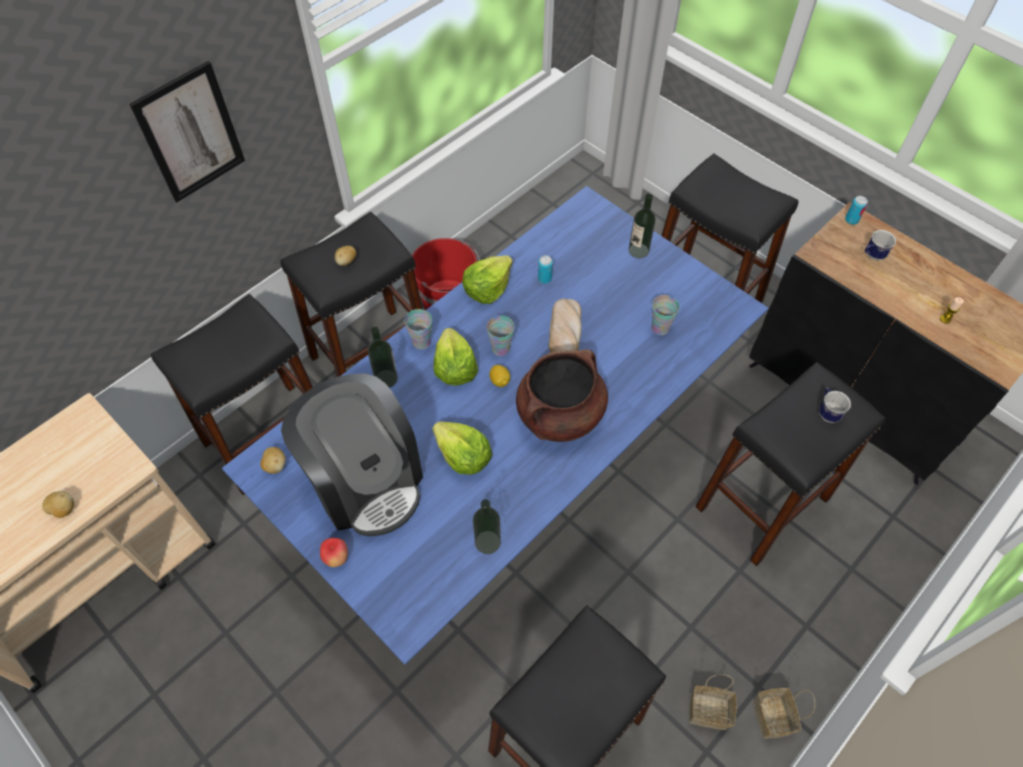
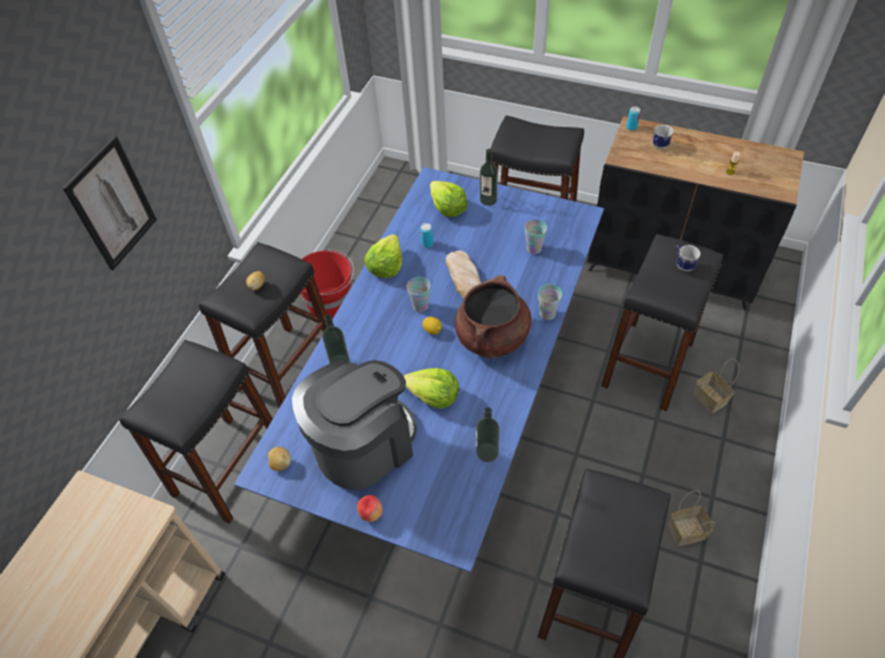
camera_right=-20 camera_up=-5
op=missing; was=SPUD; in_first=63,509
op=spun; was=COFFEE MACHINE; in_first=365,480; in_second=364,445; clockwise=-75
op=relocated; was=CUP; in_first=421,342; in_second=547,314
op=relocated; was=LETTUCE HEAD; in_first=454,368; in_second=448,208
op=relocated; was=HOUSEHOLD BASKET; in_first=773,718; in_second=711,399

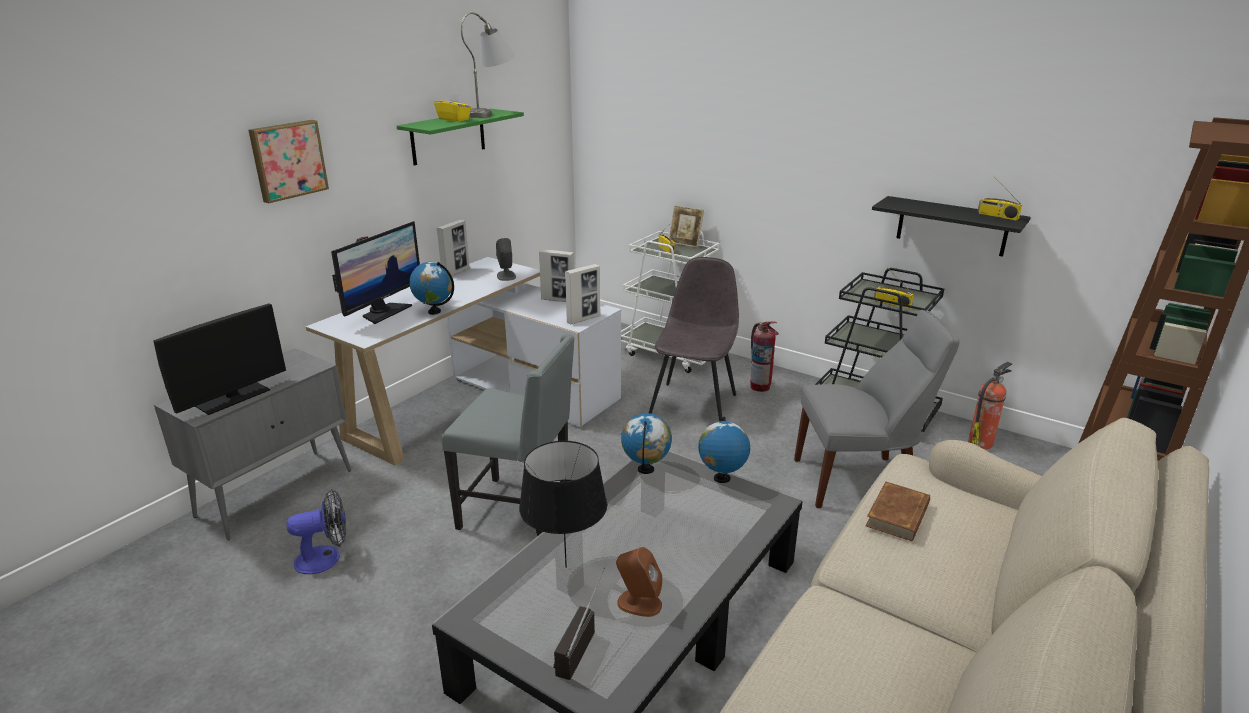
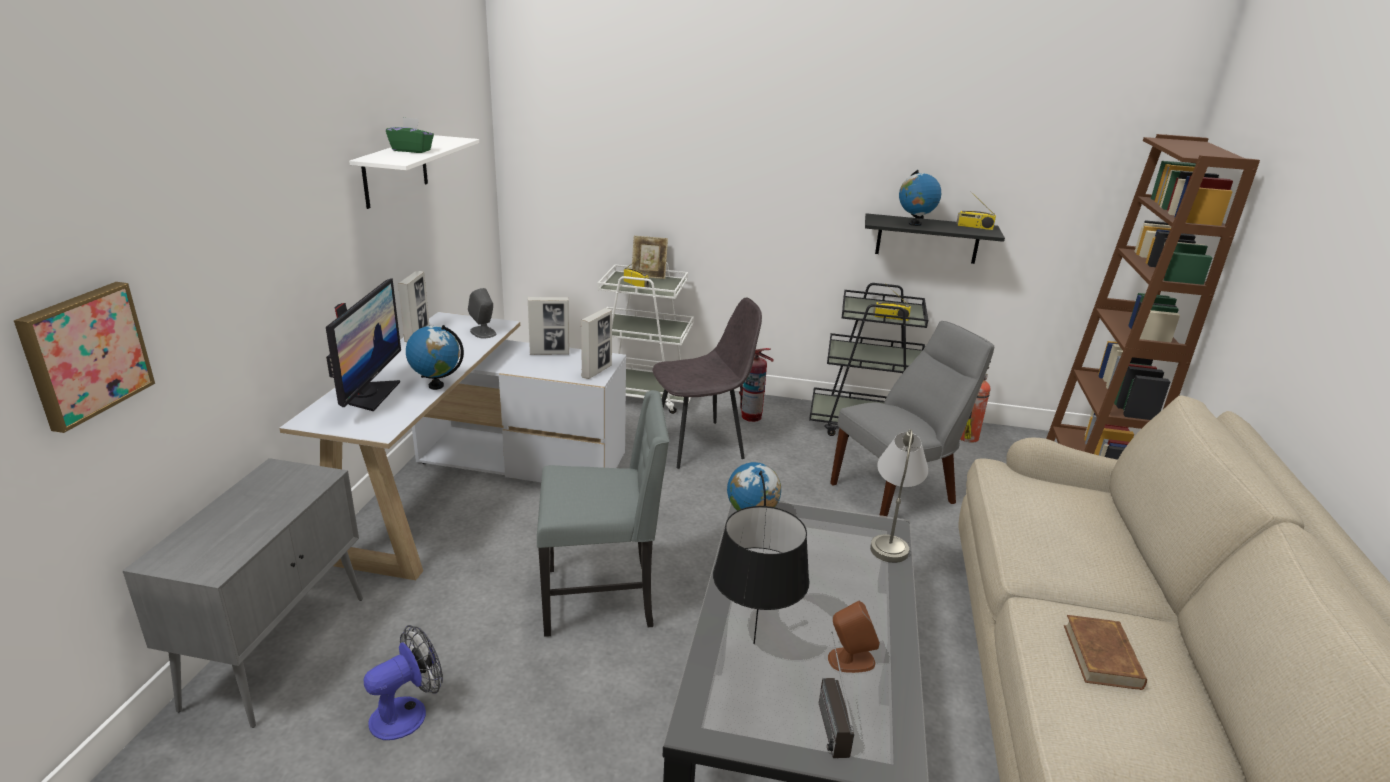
camera_right=-25 camera_up=0
op=missing; was=MONITOR; in_first=233,398
op=relocated; was=PICTURE; in_first=288,160; in_second=84,354
op=colour; was=GREEN-COLOURED SHELF; now=WHITE-COLOURED SHELF; in_first=448,136; in_second=395,171
op=colour; was=YELLOW-COLOURED BOX OF TISSUES; now=GREEN-COLOURED BOX OF TISSUES; in_first=454,119; in_second=412,150
op=relocated; was=GRAY LAMP FOR A TABLE; in_first=492,113; in_second=891,536
op=spun; was=GRAY CHAIR; in_first=694,403; in_second=700,444; clockwise=75
op=relocated; was=DESK GLOBE; in_first=721,478; in_second=914,224
op=relocated; was=BROWN-COLOURED VOLUME; in_first=898,515; in_second=1102,656

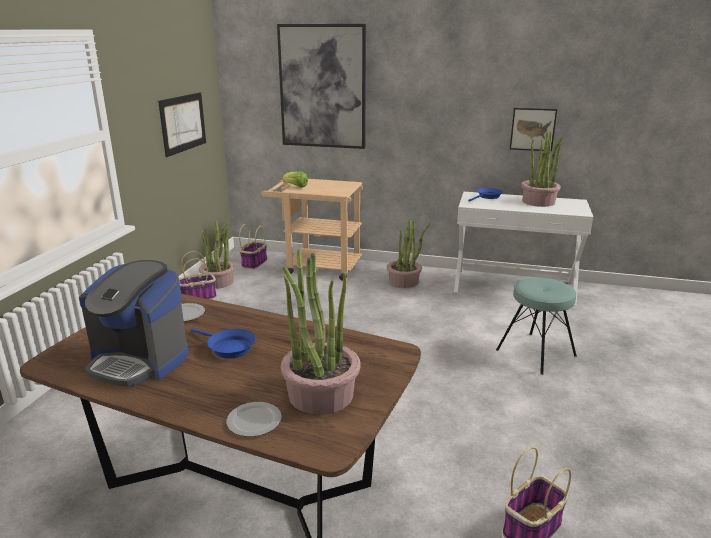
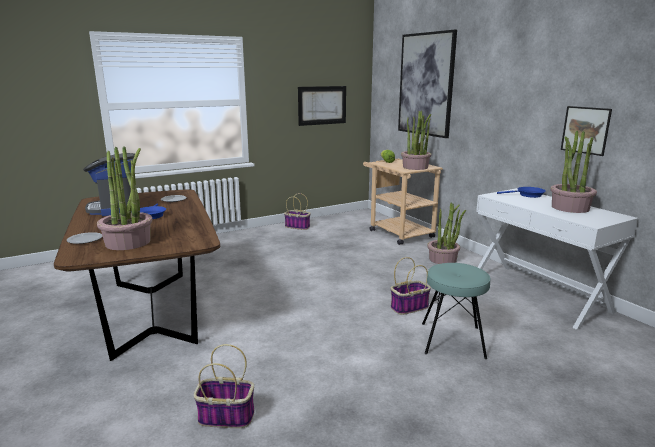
camera_right=45 camera_up=-5
op=relocated; was=POTTED PLANT; in_first=218,282; in_second=415,167
op=relocated; was=HOUSEHOLD BASKET; in_first=254,263; in_second=409,307

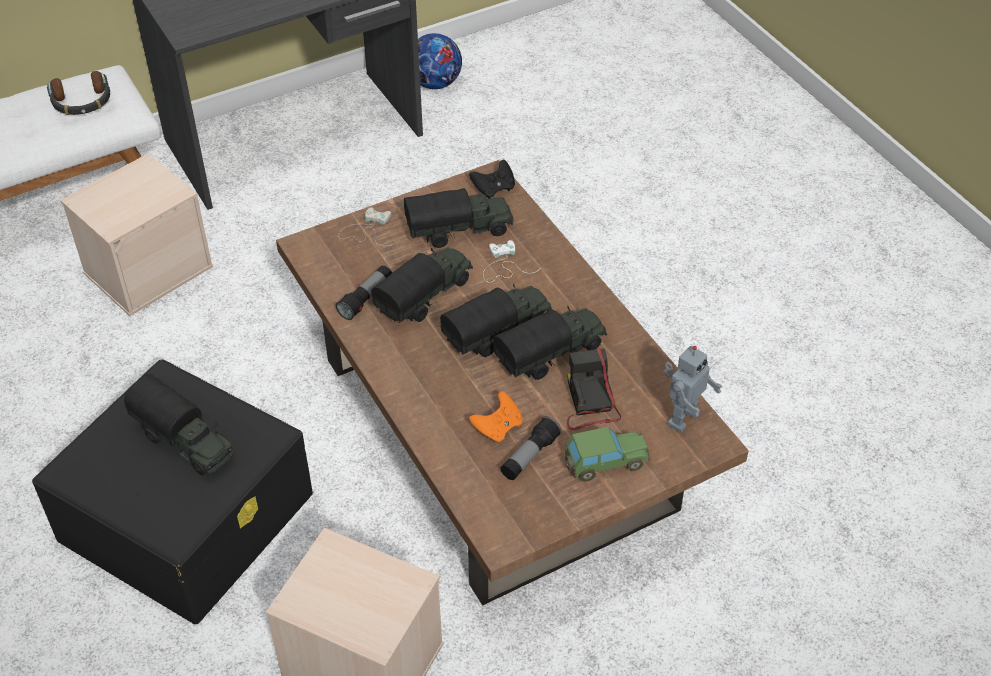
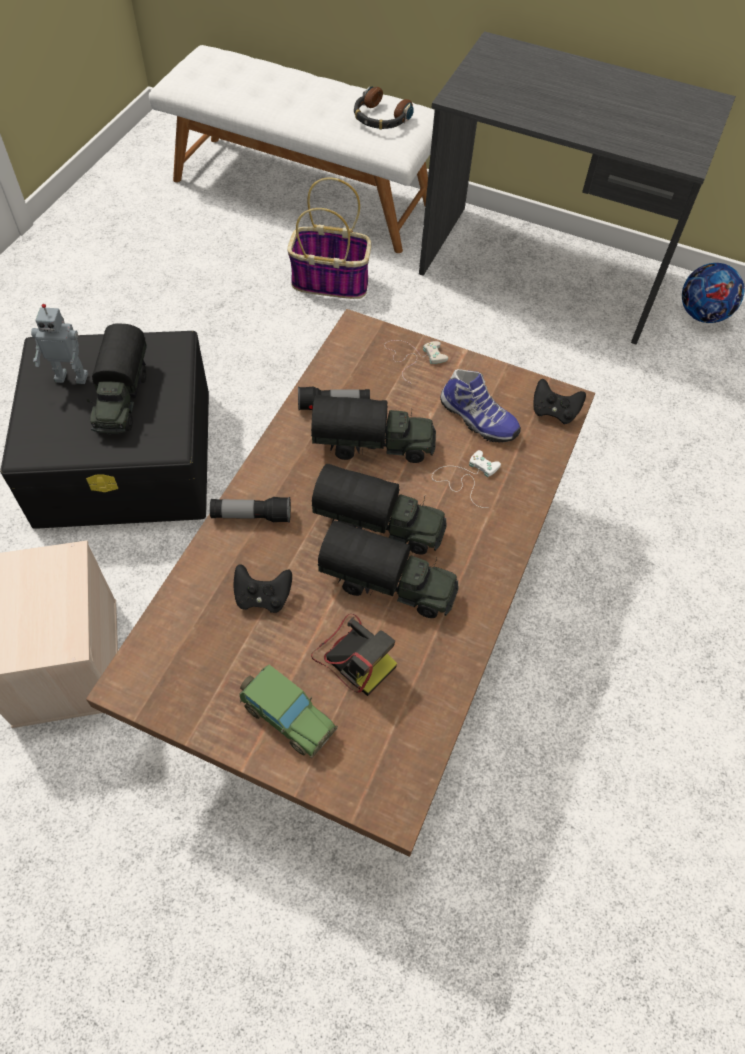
camera_right=50 camera_up=10
op=exchanged; was=SAND-COLOURED STORAGE BIN; now=HOUSEHOLD BASKET; in_first=148,268; in_second=331,281
op=exchanged; was=TOY LORRY; now=LOW SHOE; in_first=460,231; in_second=476,420
op=colour; was=ORANGE JOYPAD; now=BLACK-COLOURED JOYPAD; in_first=498,427; in_second=263,597
op=relocated; was=TORCH; in_first=529,456; in_second=251,516
op=spun; was=PHOTO CAMERA; in_first=590,403; in_second=353,656; clockwise=90
op=relocated; was=ROBOT FIGURE; in_first=681,418; in_second=72,376

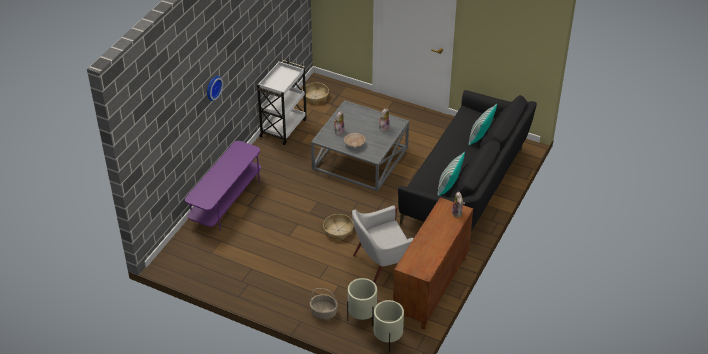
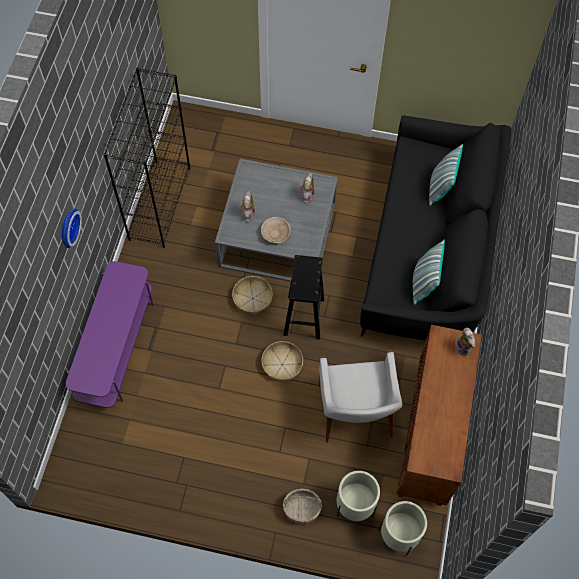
camera_right=-15 camera_up=20
op=exchanged; was=WHITE-COLOURED CART; now=BLACK-COLOURED BOOKCASE; in_first=283,127; in_second=159,203
op=relocated; was=HOUSEHOLD BASKET; in_first=315,96; in_second=252,298
op=spun; was=WHITE-COLOURED EASY CHAIR; in_first=380,266; in_second=355,413; clockwise=-60
op=appeared; now=BLACK-COLOURED STOOL SEAT; in_second=304,317

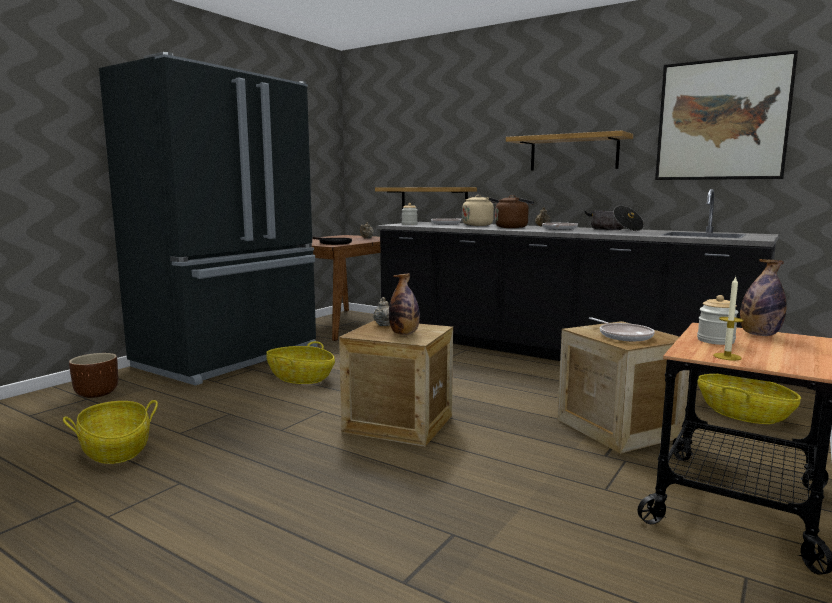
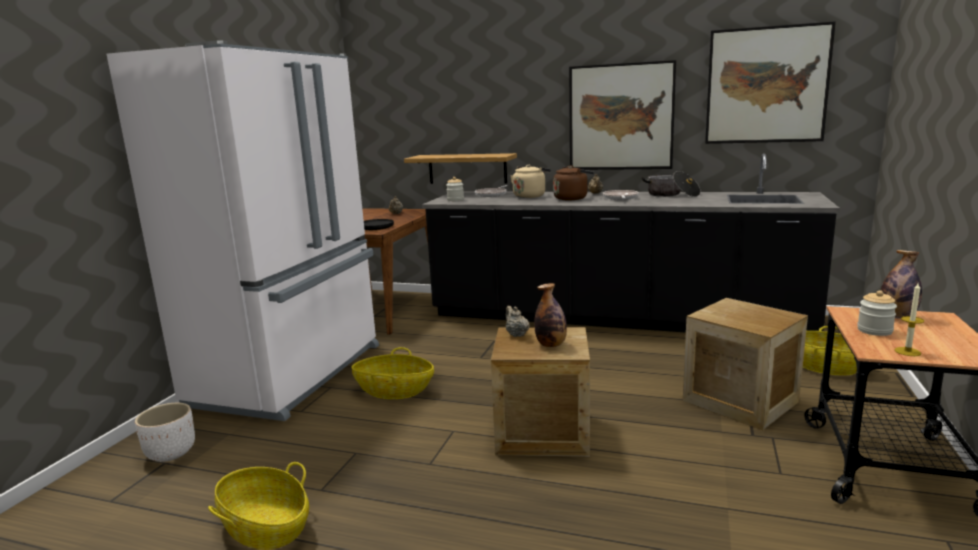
camera_right=-15 camera_up=5
op=colour; was=BROWN-COLOURED FLOWER POT; now=WHITE-COLOURED FLOWER POT; in_first=96,394; in_second=170,453
op=colour; was=BLACK-COLOURED REFRIGERATOR; now=WHITE-COLOURED REFRIGERATOR; in_first=232,357; in_second=292,374
op=exchanged; was=SHELF; now=PICTURE; in_first=573,153; in_second=621,117
op=missing; was=FRYING PAN; in_first=623,335

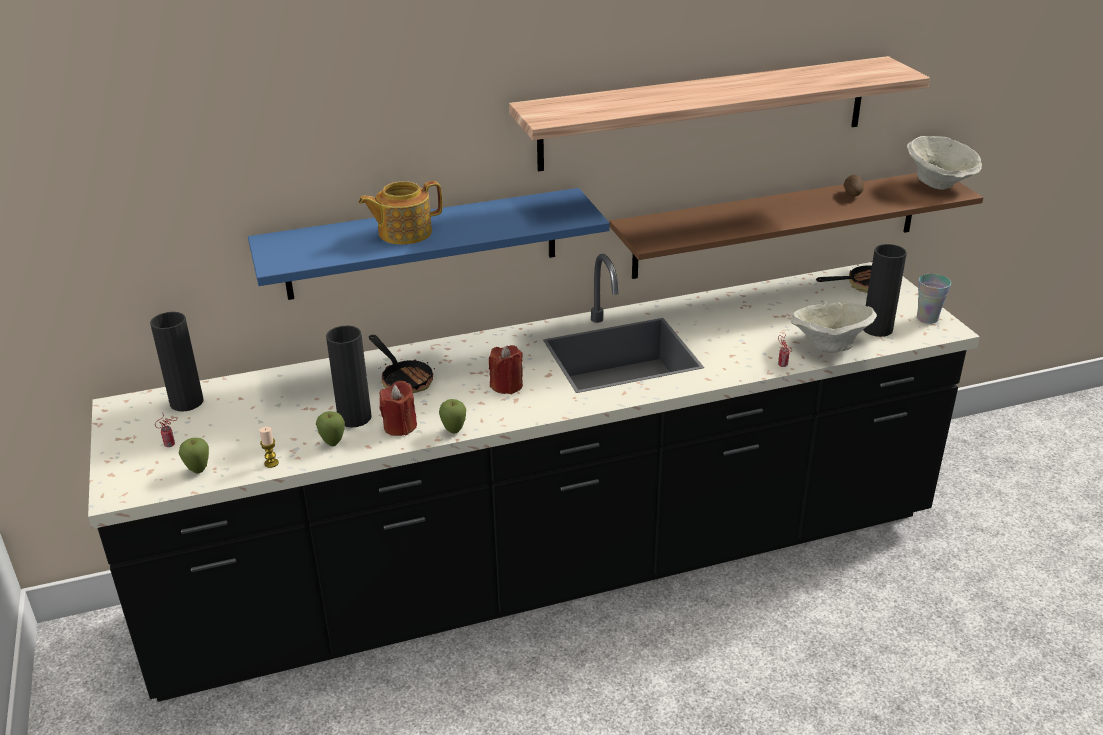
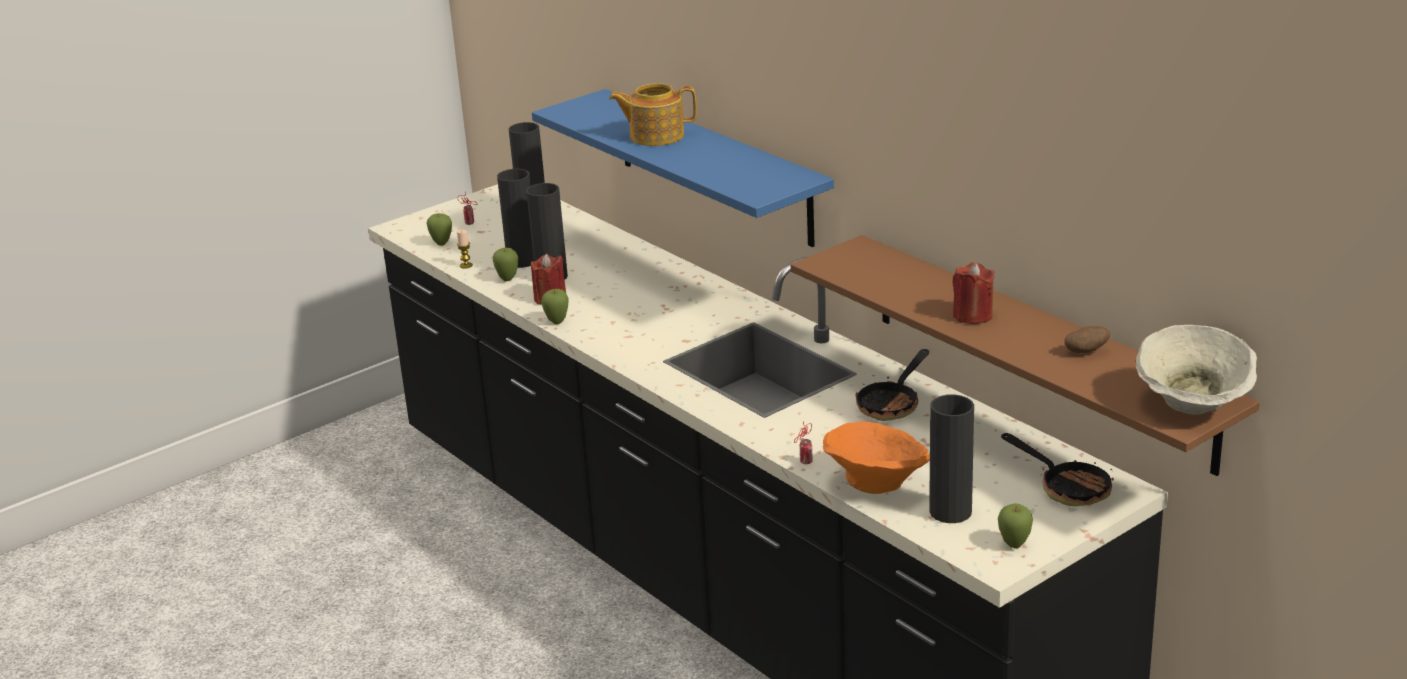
camera_right=70 camera_up=-5
op=spun; was=TEAPOT; in_first=403,233; in_second=655,136; clockwise=-45
op=relocated; was=FRYING PAN; in_first=403,379; in_second=892,404
op=relocated; was=RED-COLOURED CANDLE; in_first=507,386; in_second=972,315
op=missing; was=SHELF; in_first=705,113
op=colour; was=SAND-COLOURED SERVING BOWL; now=ORANGE SERVING BOWL; in_first=829,346; in_second=876,484
op=exchanged; was=CUP; now=APPLE; in_first=927,318; in_second=1014,545
op=appeared; now=BLACK-COLOURED FLOWER VASE; in_second=522,261

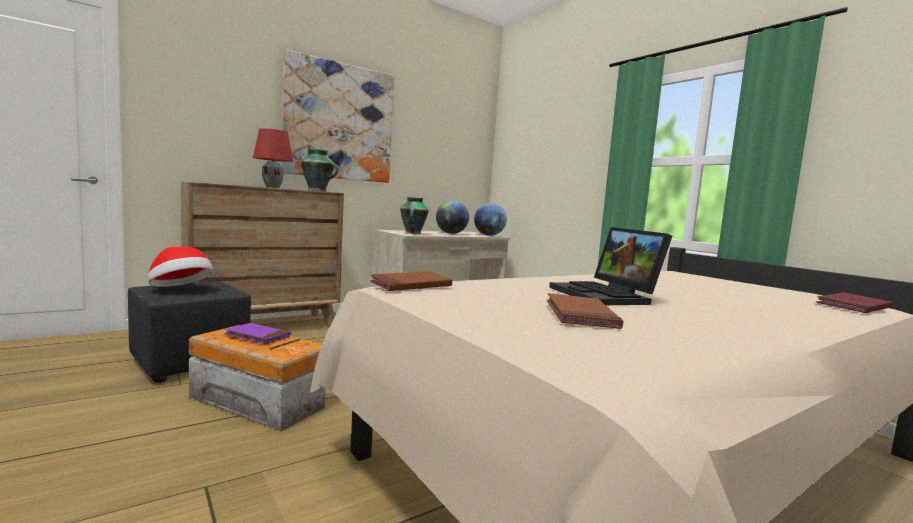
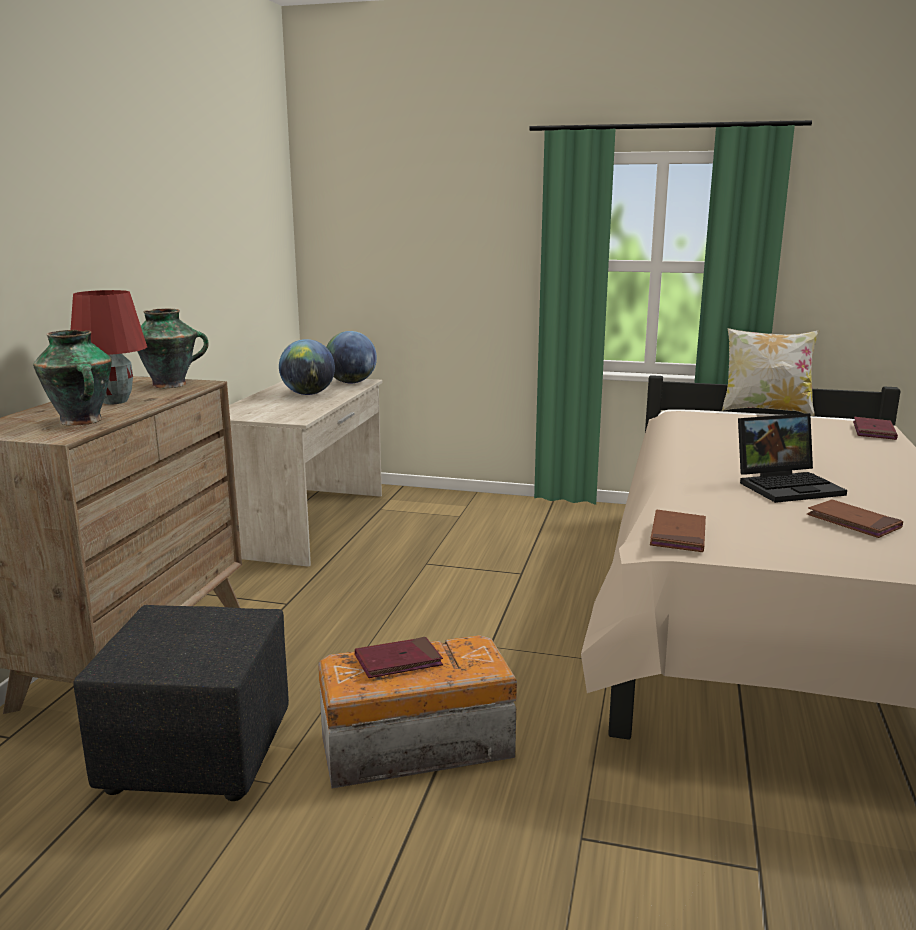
camera_right=-40 camera_up=10
op=missing; was=HAT; in_first=180,290
op=colour; was=PURPLE-COLOURED VOLUME; now=RED-COLOURED VOLUME; in_first=258,336; in_second=398,661
op=missing; was=PICTURE; in_first=339,122
op=relocated; was=FLOWER VASE; in_first=412,233; in_second=81,421
op=spun; was=LAPTOP; in_first=607,296; in_second=788,486; clockwise=-45
op=appeared; now=THROW PILLOW; in_second=766,410

